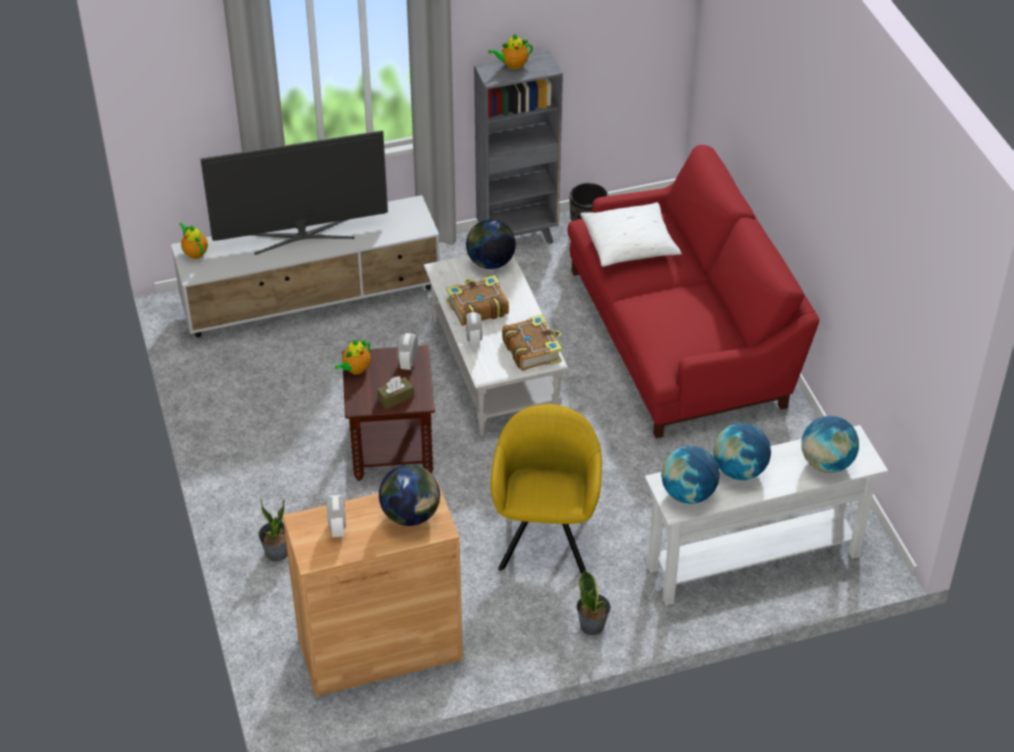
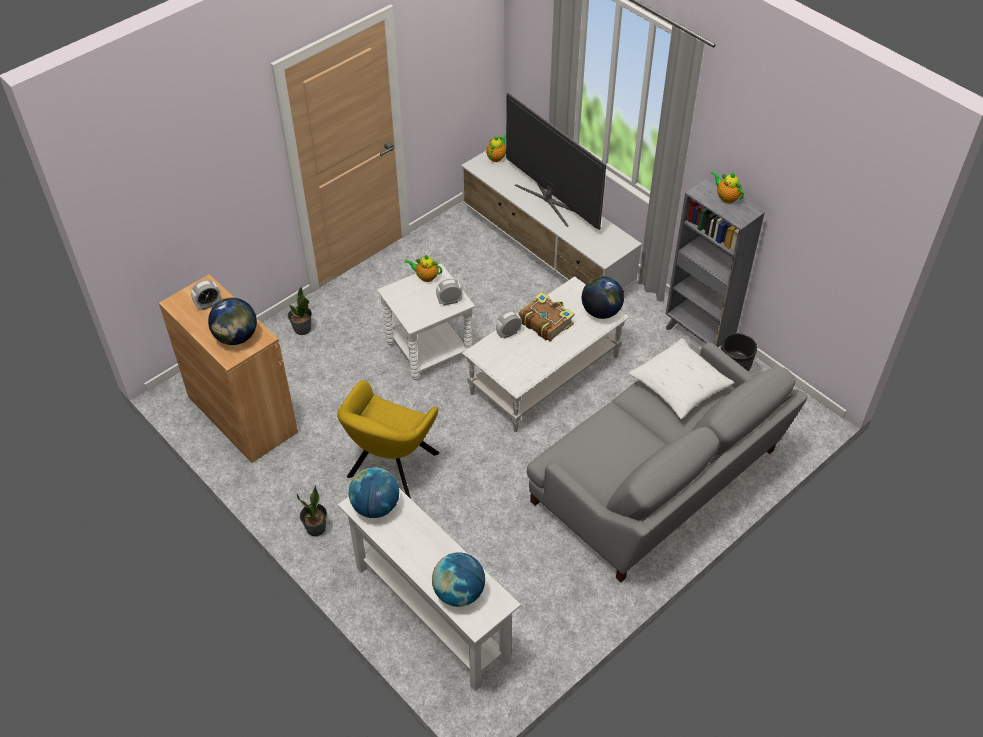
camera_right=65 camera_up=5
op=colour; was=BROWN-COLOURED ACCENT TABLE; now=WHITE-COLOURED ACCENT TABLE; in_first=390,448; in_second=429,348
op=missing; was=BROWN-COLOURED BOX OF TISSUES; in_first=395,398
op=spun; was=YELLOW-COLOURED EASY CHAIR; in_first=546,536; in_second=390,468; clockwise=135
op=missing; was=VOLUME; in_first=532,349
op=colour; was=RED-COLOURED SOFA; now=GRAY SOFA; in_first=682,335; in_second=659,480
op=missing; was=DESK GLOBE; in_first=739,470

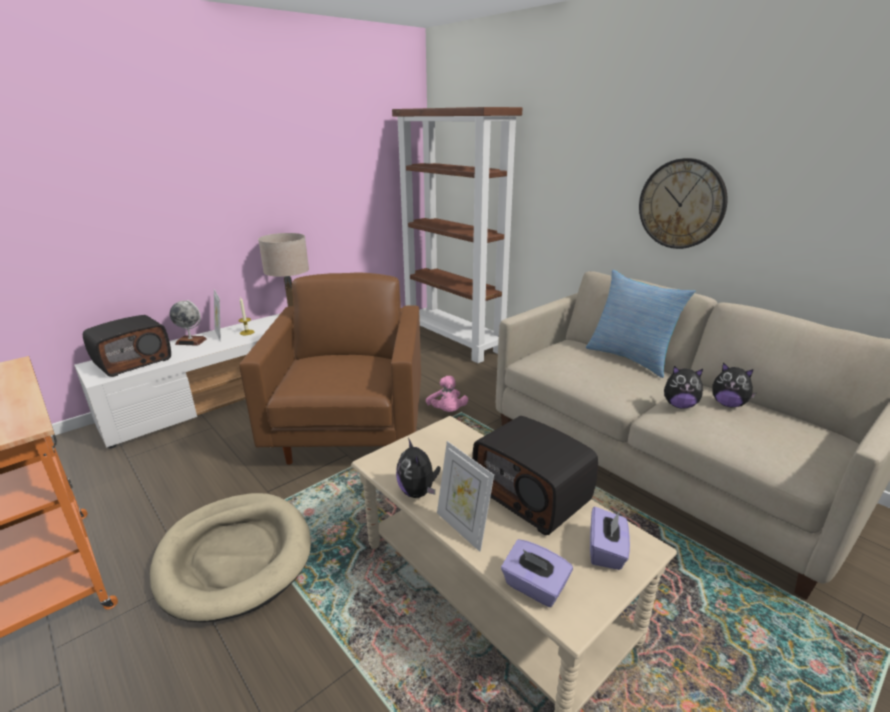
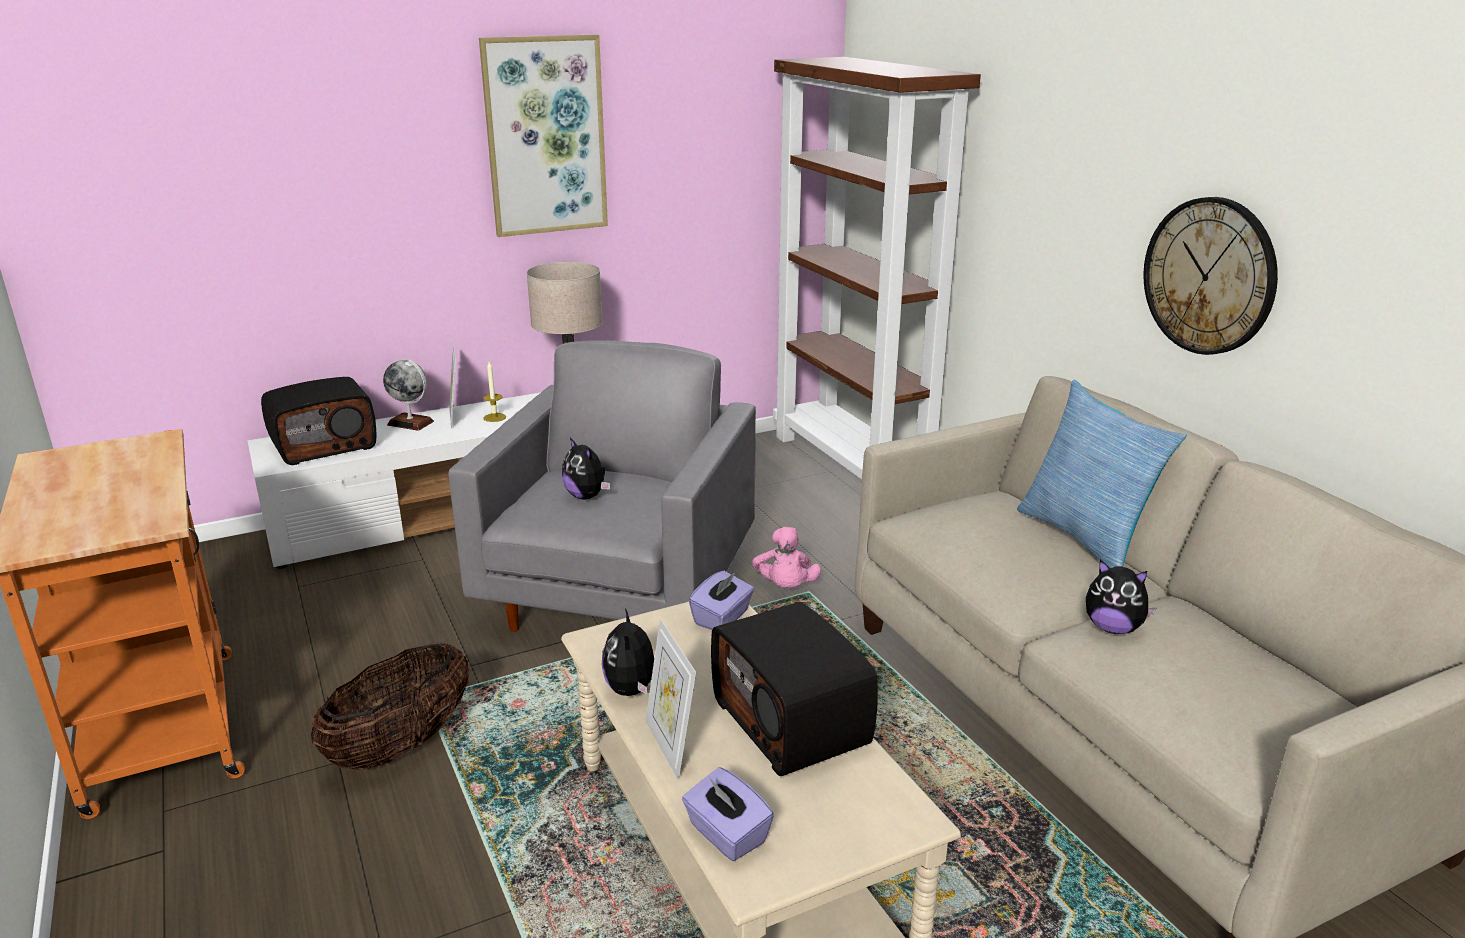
camera_right=15 camera_up=0
op=exchanged; was=SAND-COLOURED PET BED; now=HOUSEHOLD BASKET; in_first=235,557; in_second=401,745
op=colour; was=BROWN-COLOURED EASY CHAIR; now=GRAY EASY CHAIR; in_first=350,431; in_second=620,595
op=relocated; was=PURPLE-COLOURED BOX OF TISSUES; in_first=606,551; in_second=722,618
op=relocated; was=CUDDLY TOY; in_first=728,404; in_second=587,496
op=appeared; now=PICTURE; in_second=545,136

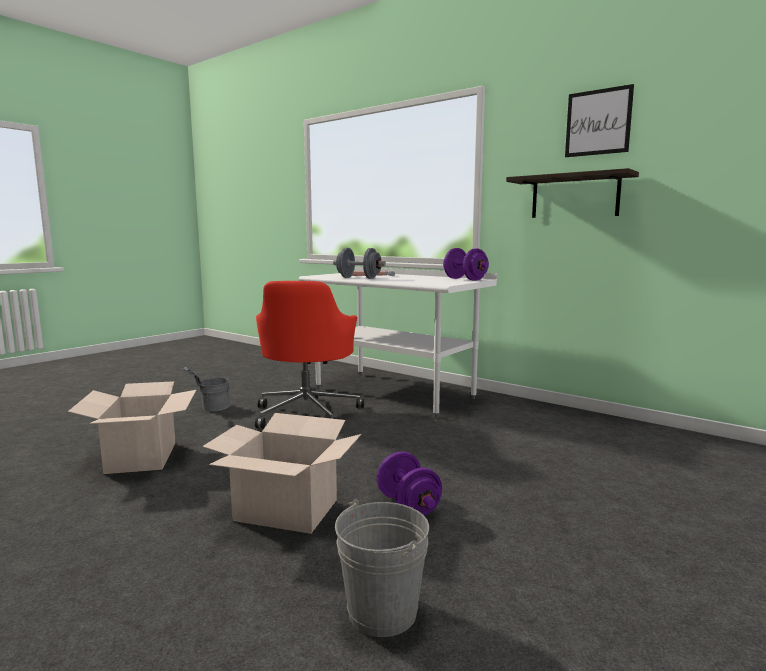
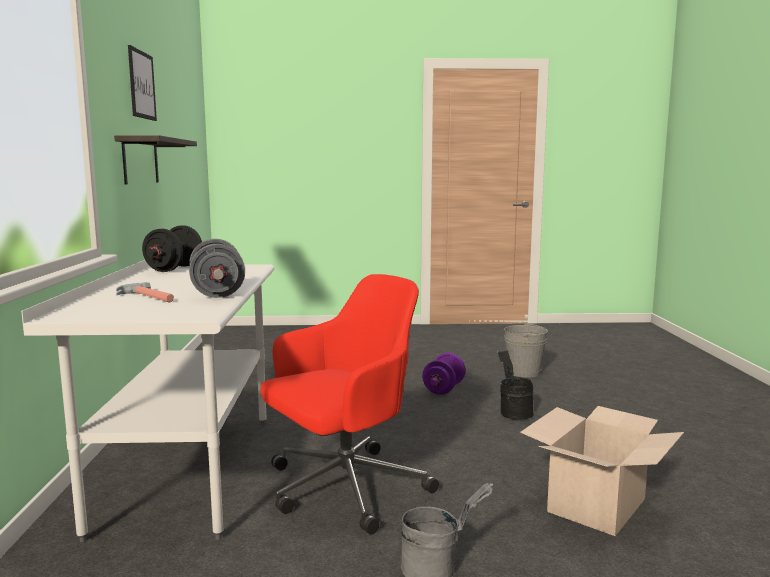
camera_right=-130 camera_up=0
op=exchanged; was=PACKING BOX; now=BLACK-COLOURED WATER BUCKET; in_first=287,510; in_second=513,412
op=colour; was=PURPLE-COLOURED HAND WEIGHT; now=BLACK-COLOURED HAND WEIGHT; in_first=465,279; in_second=174,269

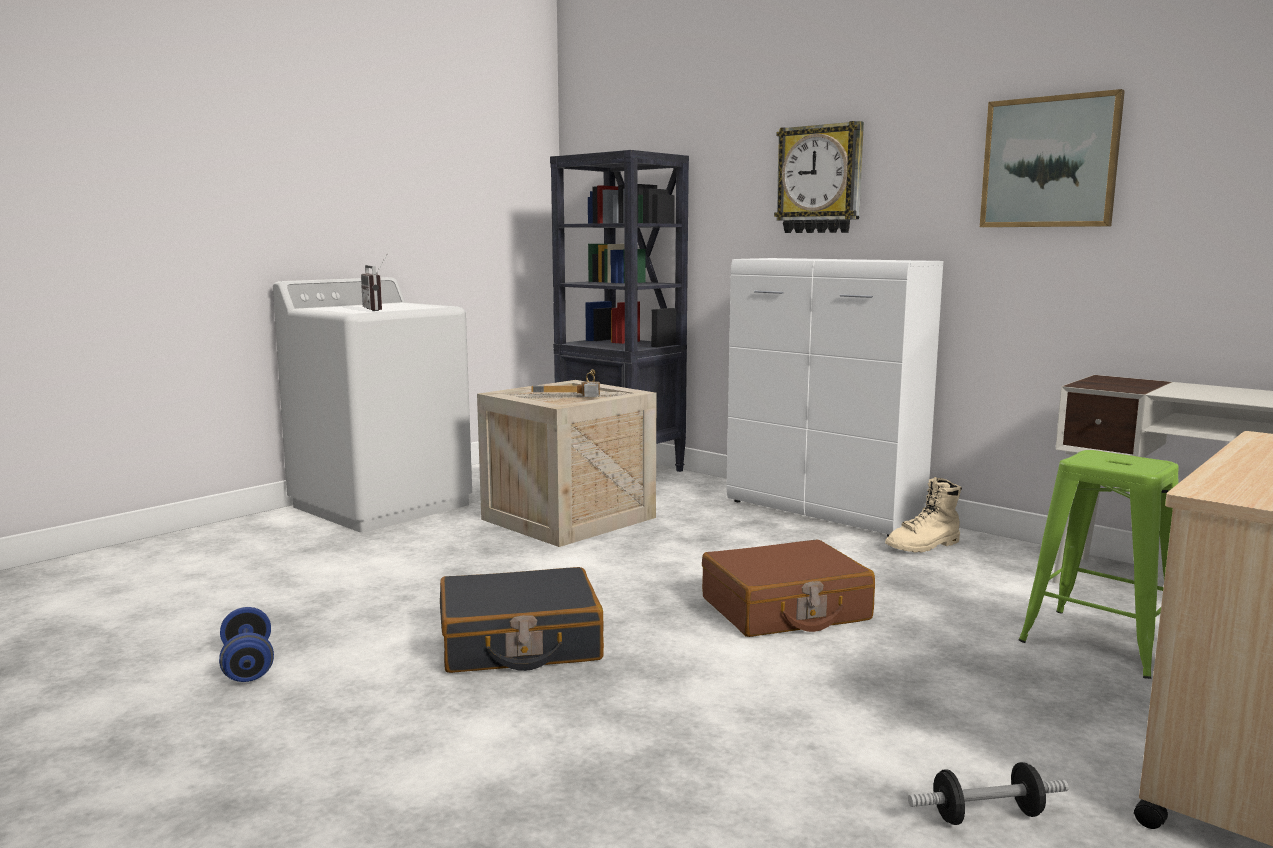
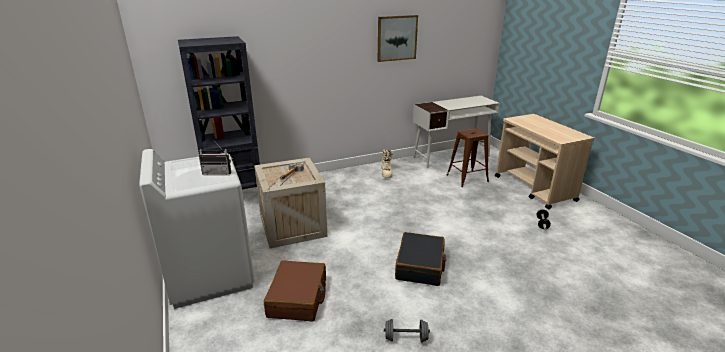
camera_right=-65 camera_up=15
op=colour; was=BLUE-COLOURED HAND WEIGHT; now=GRAY HAND WEIGHT; in_first=248,665; in_second=406,338
op=relocated; was=BROWN-COLOURED PIECE OF LUGGAGE; in_first=785,610; in_second=298,298
op=missing; was=WHITE-COLOURED CABINET; in_first=824,512
op=missing; was=CLOCK ON THE WALL; in_first=820,179
op=colour; was=GREEN-COLOURED STOOL SEAT; now=BROWN-COLOURED STOOL SEAT; in_first=1101,643; in_second=467,178

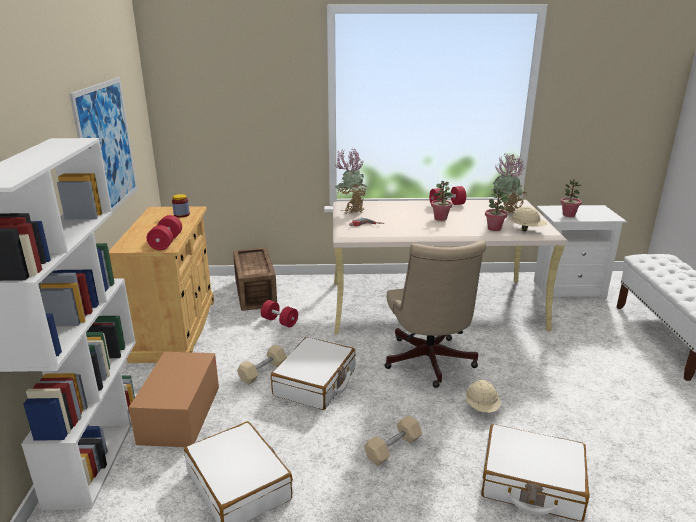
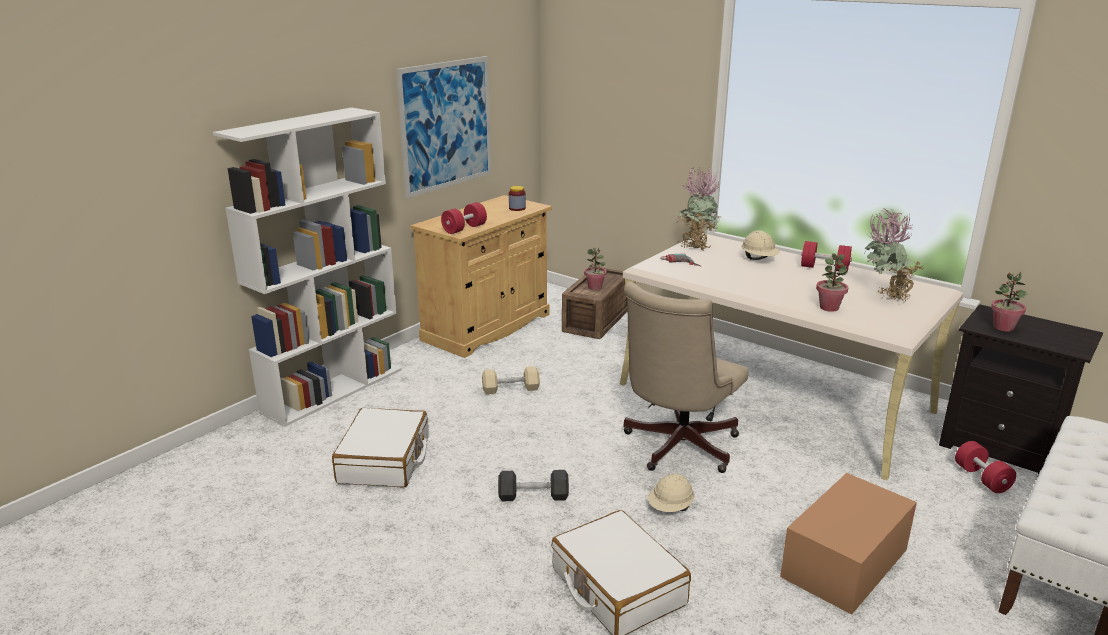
camera_right=40 camera_up=0
op=relocated; was=PACKING BOX; in_first=180,414; in_second=845,563
op=relocated; was=RED-COLOURED HAND WEIGHT; in_first=279,321; in_second=981,478
op=missing; was=WHITE-COLOURED PIECE OF LUGGAGE; in_first=315,383
op=colour; was=SAND-COLOURED HAND WEIGHT; now=BLACK-COLOURED HAND WEIGHT; in_first=393,448; in_second=533,496
op=relocated; was=POTTED PLANT; in_first=440,218; in_second=595,287
op=relocated; was=SAND-COLOURED HARD HAT; in_first=527,230; in_second=759,259
op=colour; was=WHITE-COLOURED BEDSIDE TABLE; now=BLACK-COLOURED BEDSIDE TABLE; in_first=566,289; in_second=1001,448

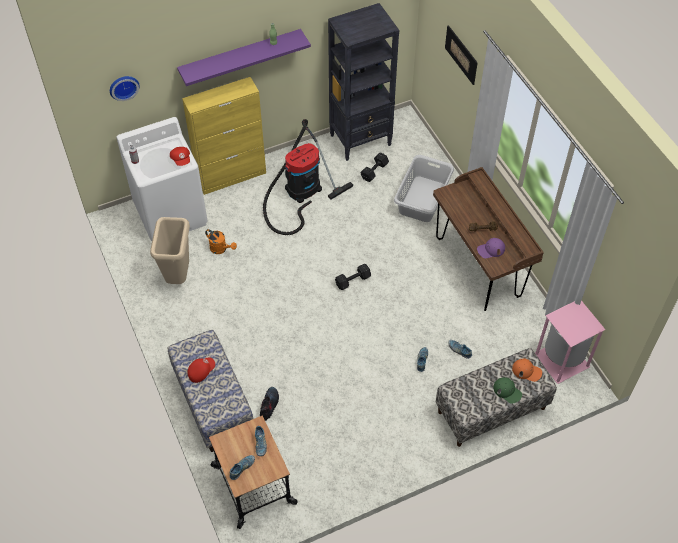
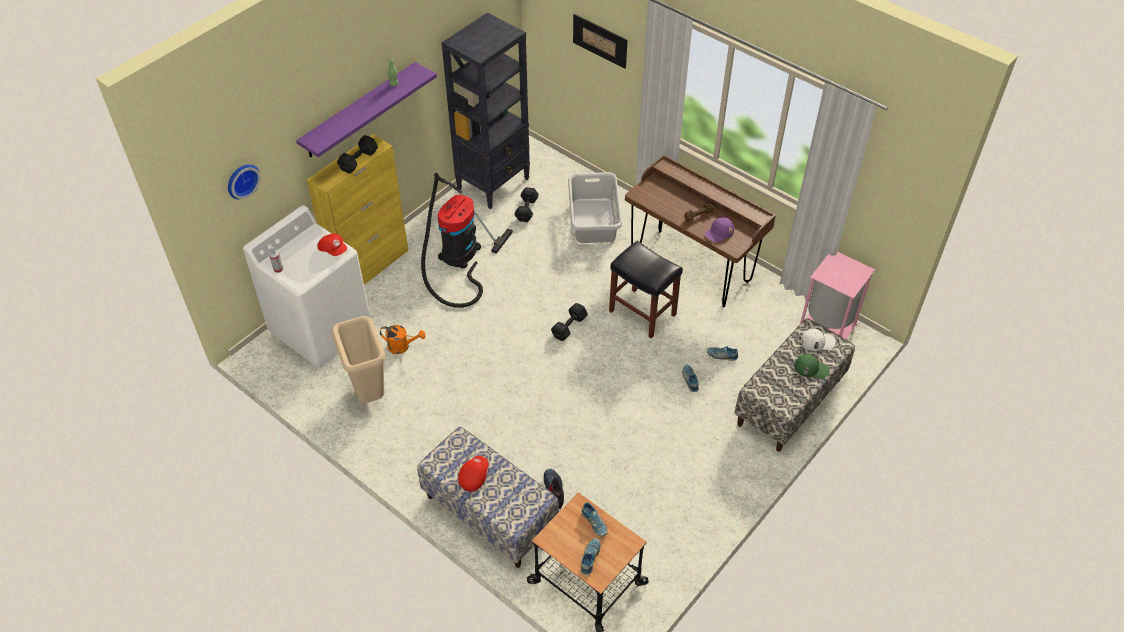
camera_right=-25 camera_up=-5
op=colour; was=ORANGE CAP; now=WHITE-COLOURED CAP; in_first=526,371; in_second=817,341
op=appeared; now=BLACK-COLOURED HAND WEIGHT; in_second=357,161
op=appeared; now=BLACK-COLOURED STOOL SEAT; in_second=641,312

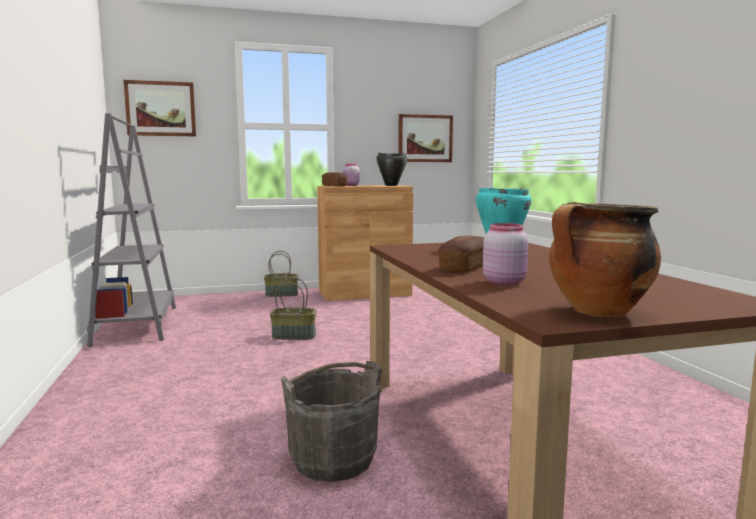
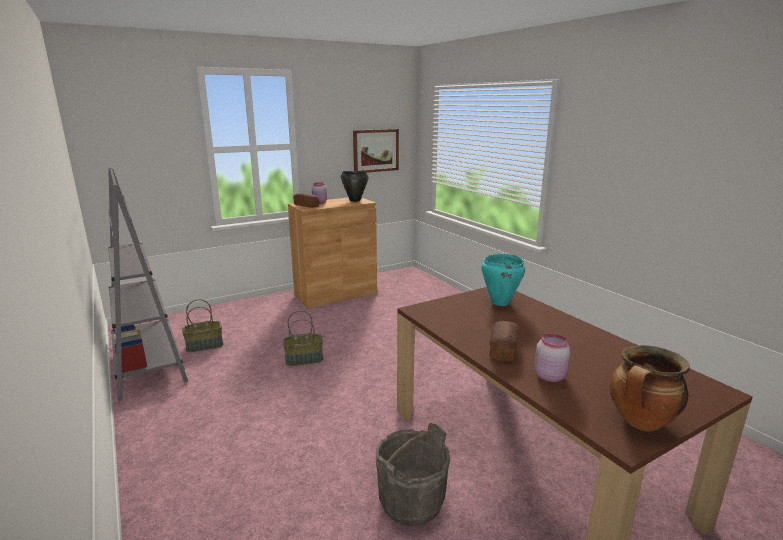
camera_right=-15 camera_up=10
op=missing; was=PICTURE; in_first=161,109
op=relocated; was=HOUSEHOLD BASKET; in_first=282,294; in_second=205,345

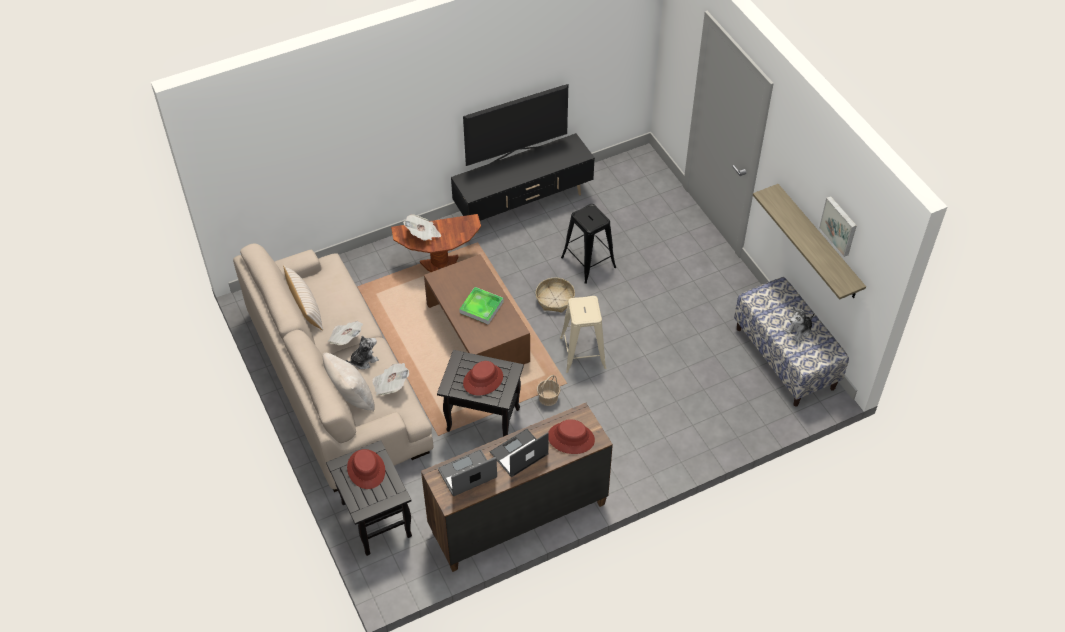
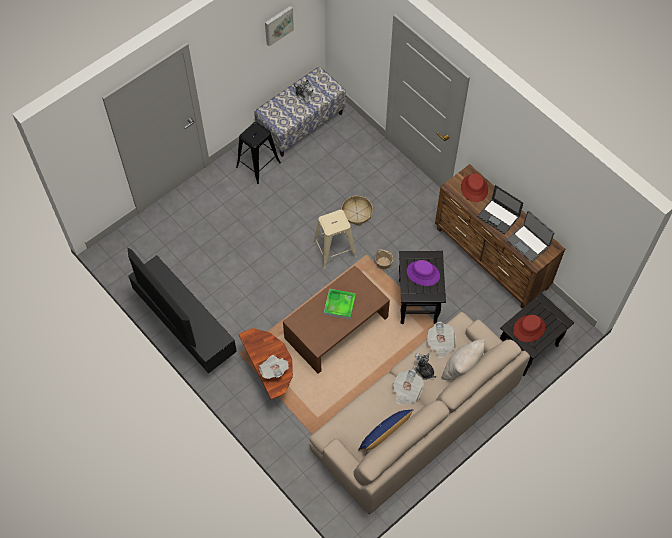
camera_right=-105 camera_up=10
op=colour; was=SAND-COLOURED THROW PILLOW; now=BLUE-COLOURED THROW PILLOW; in_first=305,307; in_second=384,434
op=colour; was=RED-COLOURED HAT; now=PURPLE-COLOURED HAT; in_first=483,380; in_second=423,273
op=relocated; was=HOUSEHOLD BASKET; in_first=555,299; in_second=357,213
op=relocated; was=BLACK-COLOURED STOOL SEAT; in_first=588,262; in_second=258,165
op=missing; was=SHELF; in_first=818,243

